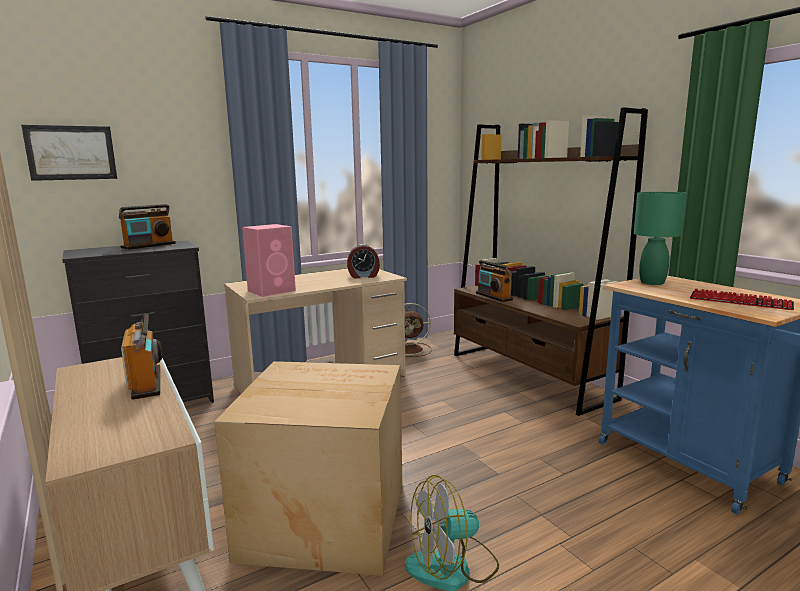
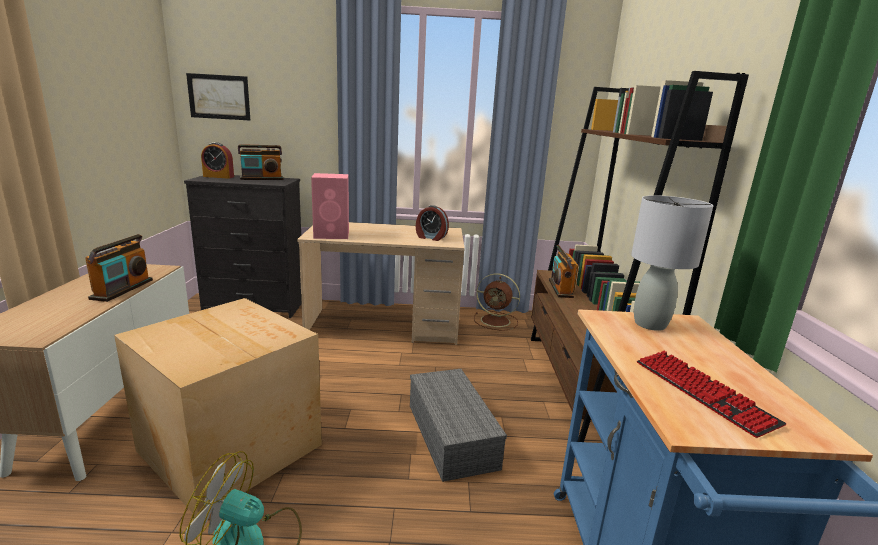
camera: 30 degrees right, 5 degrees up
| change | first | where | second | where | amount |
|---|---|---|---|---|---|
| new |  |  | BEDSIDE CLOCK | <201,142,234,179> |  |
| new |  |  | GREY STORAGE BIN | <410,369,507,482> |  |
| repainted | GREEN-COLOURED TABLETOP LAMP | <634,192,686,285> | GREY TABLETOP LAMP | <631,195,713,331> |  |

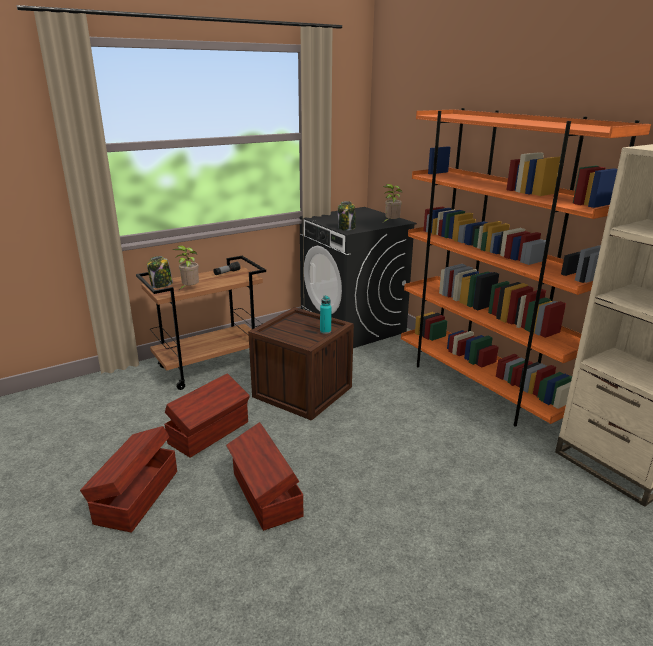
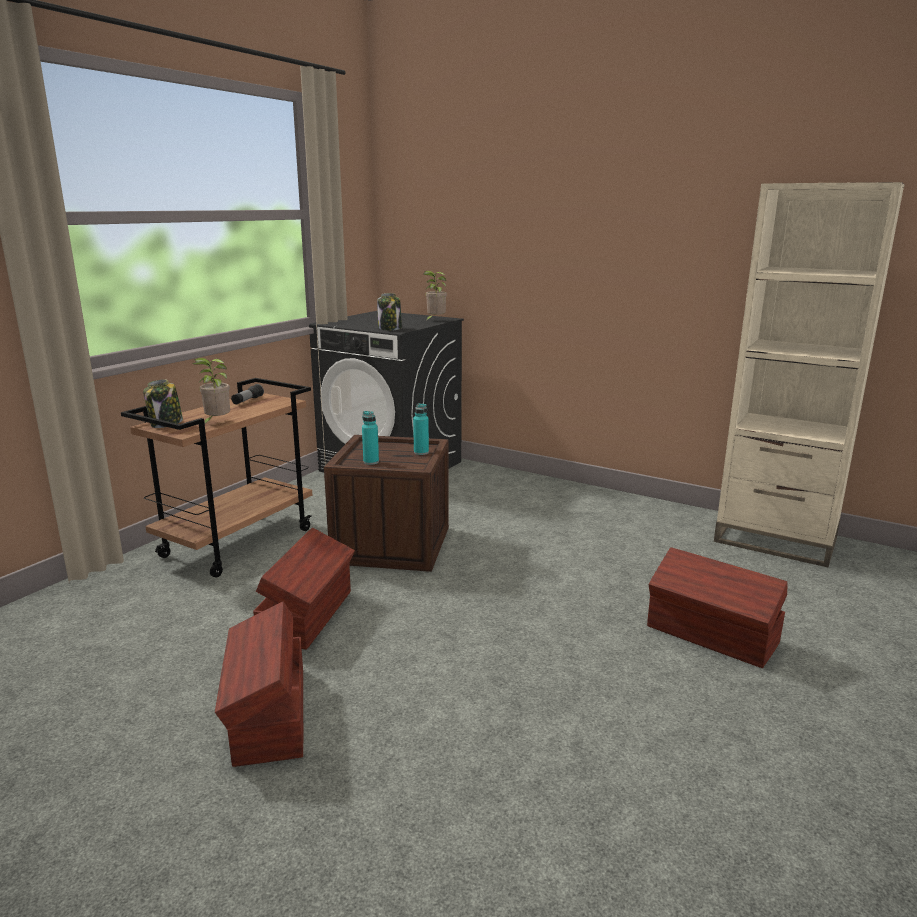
camera: 25 degrees left, 5 degrees down
| change | first | where | second | where | amount |
|---|---|---|---|---|---|
| gone | ORANGE-COLOURED BOOKCASE | <401,108,651,427> |  |  |  |
| new |  |  | TURQUOISE-COLOURED BOTTLE | <362,411,379,465> |  |
| shifted | BROWN-COLOURED STORAGE BIN | <226,422,303,531> |  | <647,547,788,668> |  |

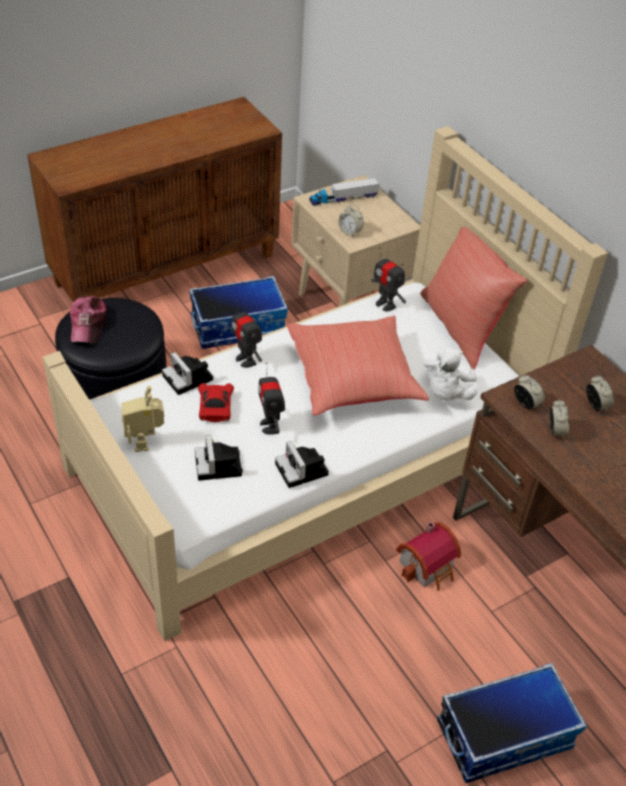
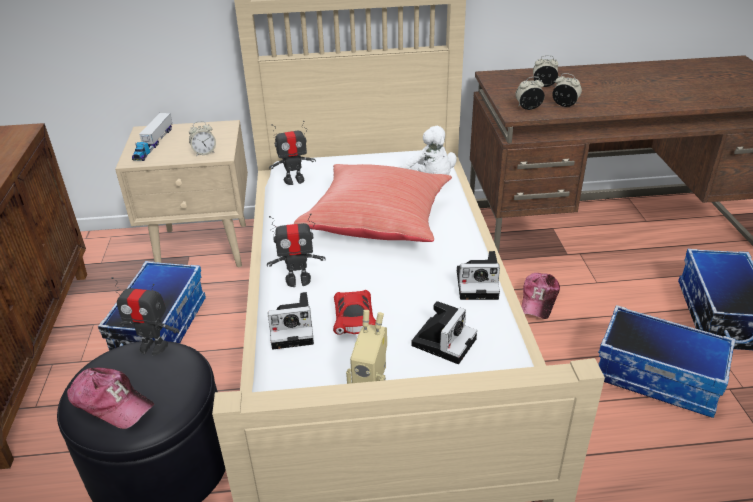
camera: 60 degrees left, 10 degrees down
| change | first | where | second | where | amount |
|---|---|---|---|---|---|
| gone | RED THROW PILLOW | <420,226,527,369> |  |  |  |
| new |  |  | STORAGE BIN | <598,305,736,418> |  |
| shifted | TOY ROBOT | <258,363,285,435> |  | <111,277,180,355> |  |
| swapped | MINIATURE HOUSE | <396,522,461,591> | BASEBALL CAP | <521,273,560,319> |  |
| rotated | PHOTO CAMERA | <195,435,243,481> |  | <411,301,477,364> | 75 degrees counterclockwise |
| rotated | RED MODEL CAR | <198,383,234,422> |  | <333,290,376,335> | 120 degrees counterclockwise |

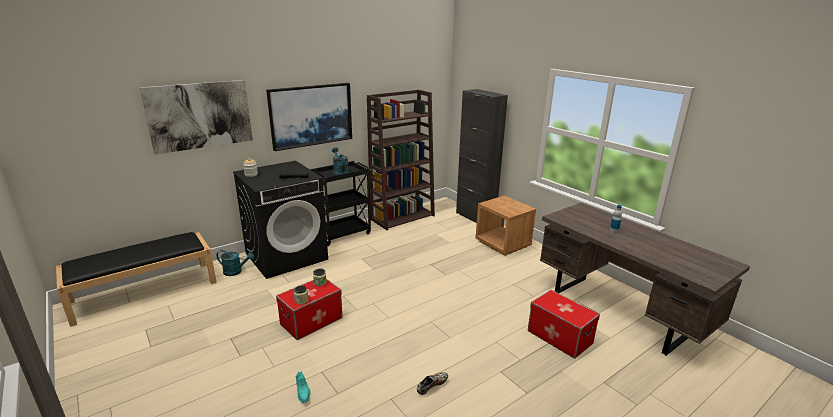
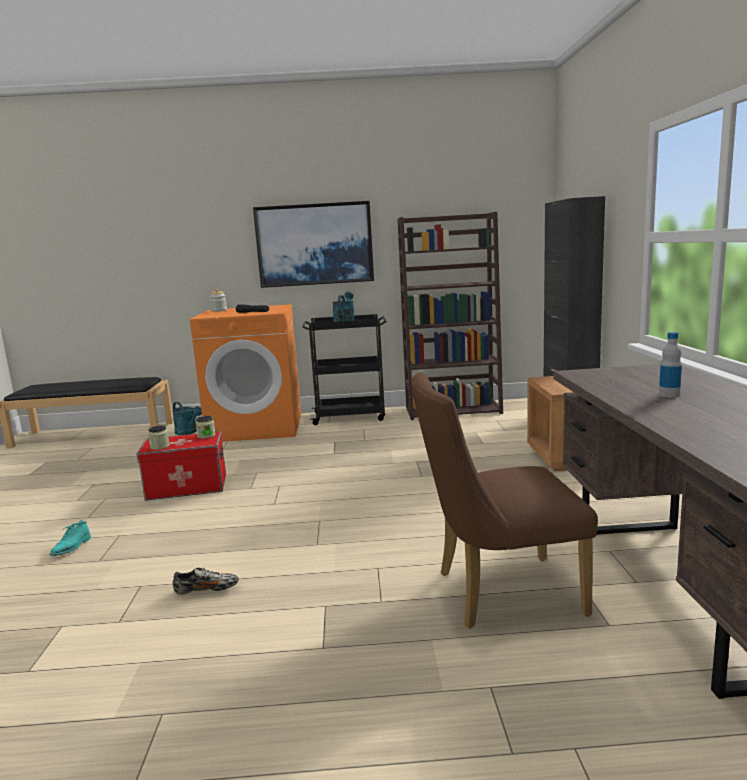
camera: 35 degrees right, 10 degrees down
| change | first | where | second | where | amount |
|---|---|---|---|---|---|
| gone | PICTURE | <140,80,253,154> |  |  |  |
| swapped | STORAGE BIN | <528,290,600,359> | BROWN-COLOURED PLAIN CHAIR | <411,372,598,629> |  |
| repainted | BLACK-COLOURED LAUNDRY MACHINE | <233,161,328,279> | ORANGE-COLOURED LAUNDRY MACHINE | <190,304,301,442> |  |

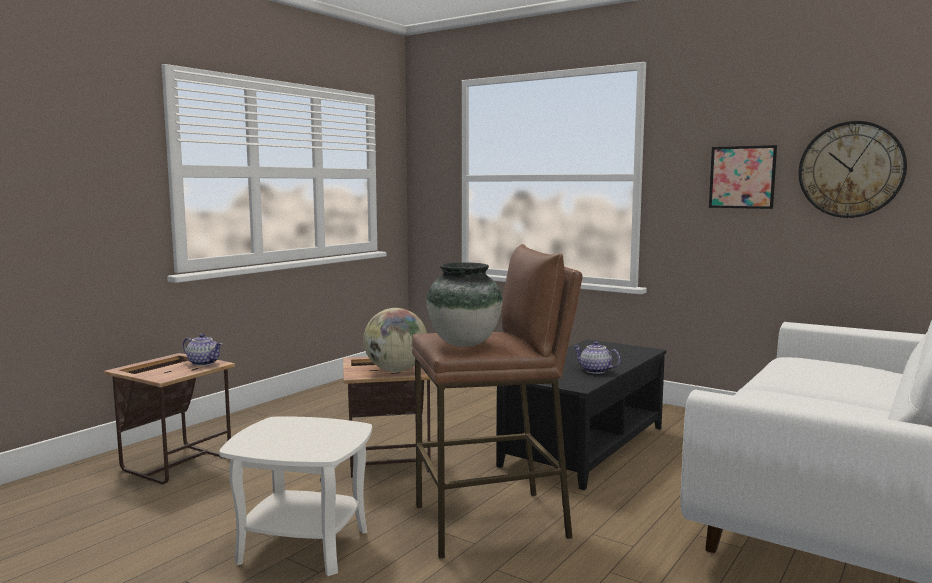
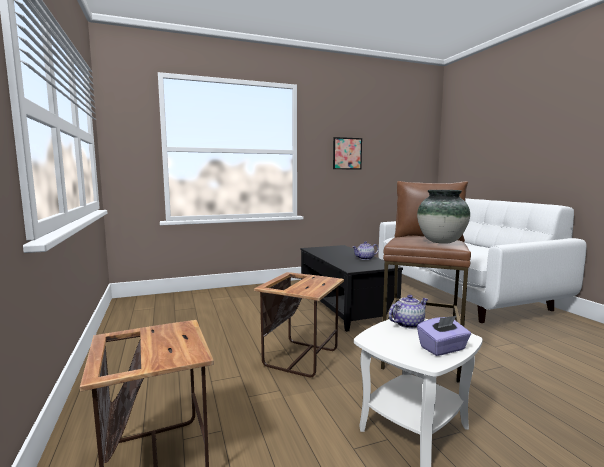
camera: 55 degrees left, 0 degrees up
| change | first | where | second | where | amount |
|---|---|---|---|---|---|
| gone | WORLD GLOBE | <363,308,427,372> |  |  |  |
| gone | CLOCK ON THE WALL | <798,121,907,218> |  |  |  |
| new |  |  | PURPLISH TISSUE HOLDER | <417,315,471,356> |  |
| shifted | TEA POT | <183,334,222,366> |  | <389,295,428,328> |  |

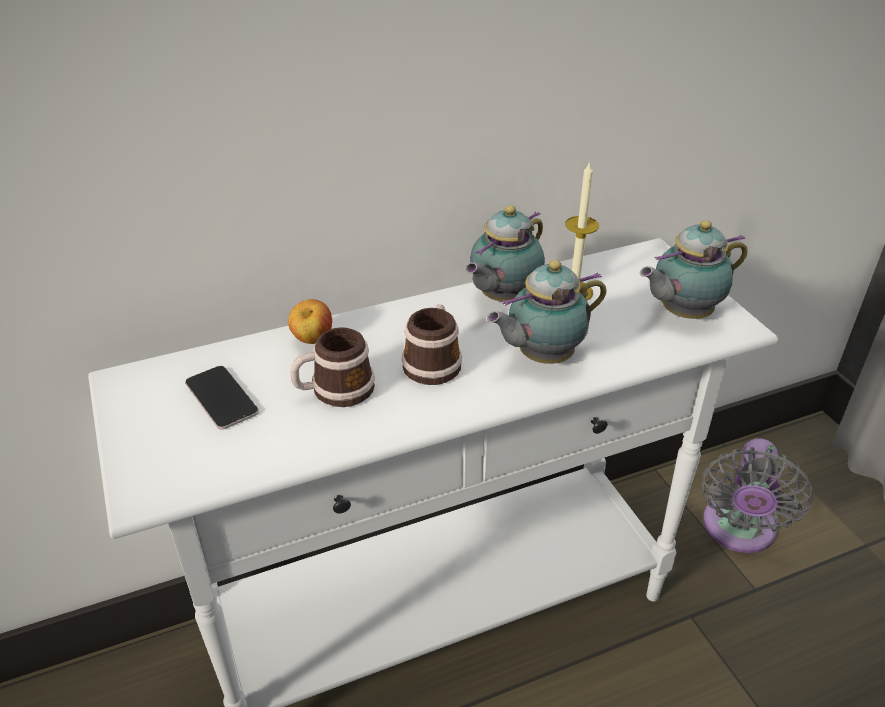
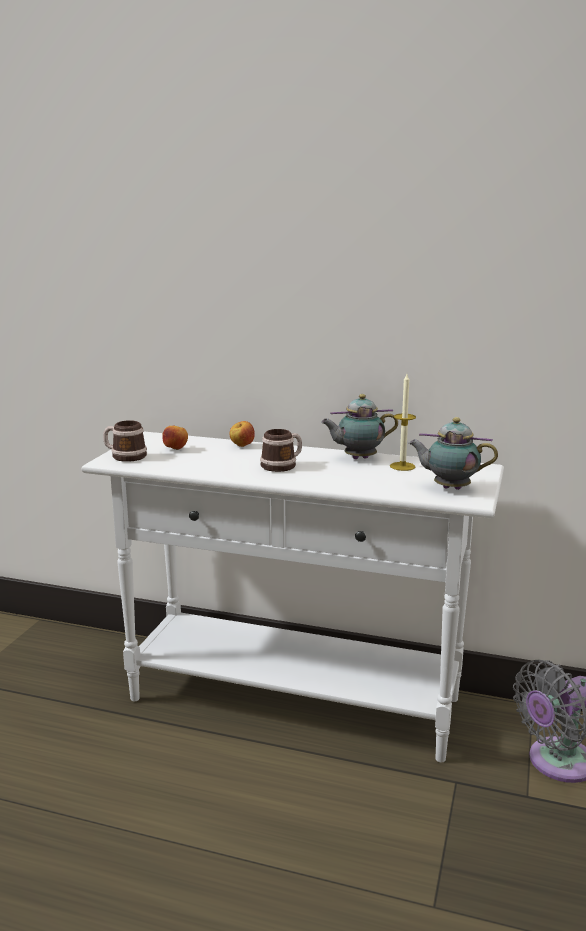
camera: 40 degrees right, 20 degrees down
| change | first | where | second | where | amount |
|---|---|---|---|---|---|
| gone | TEA POT | <487,260,606,364> |  |  |  |
| shifted | COFFEE MUG | <290,327,375,407> |  | <103,420,147,462> |  |
| swapped | PHONE | <185,366,259,430> | WHOLE APPLE | <162,425,188,450> |  |

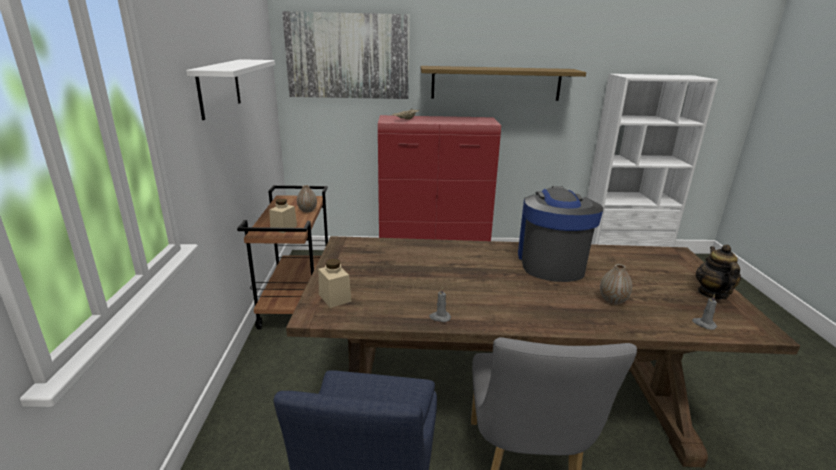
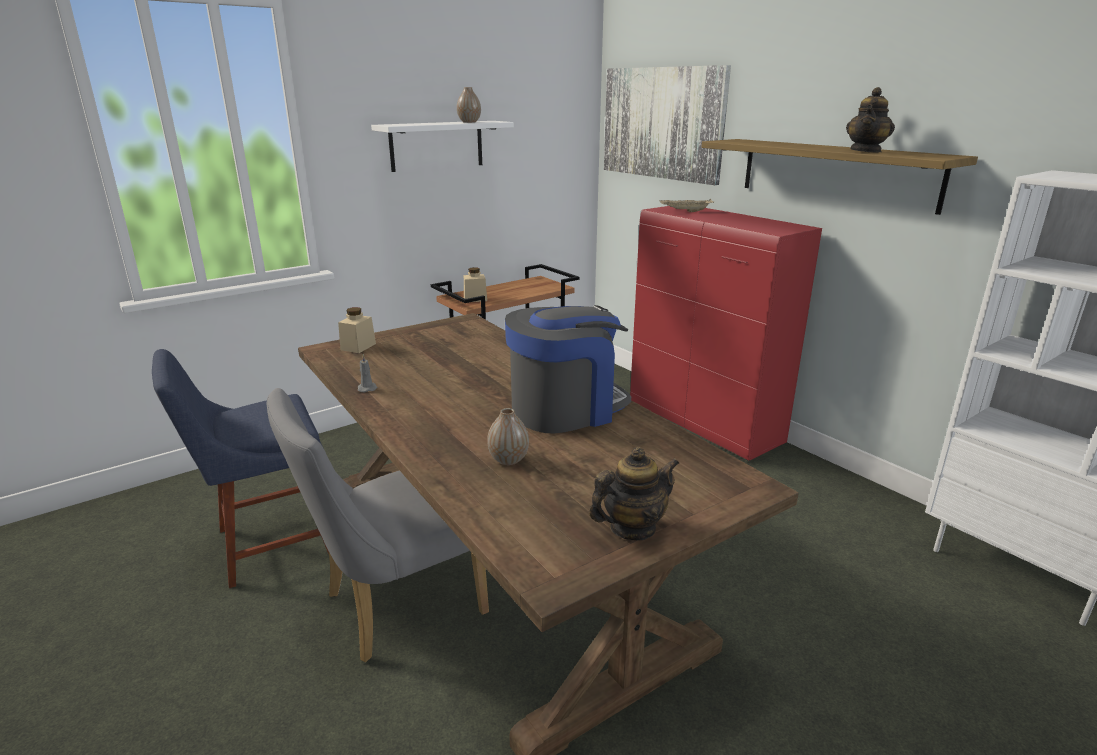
camera: 55 degrees right, 0 degrees up
| change | first | where | second | where | amount |
|---|---|---|---|---|---|
| gone | GREY WAX LIGHT | <692,294,717,330> |  |  |  |
| new |  |  | TEA POT | <846,87,895,153> |  |
| shifted | DECORATIVE VASE | <297,185,317,212> |  | <457,87,481,123> |  |

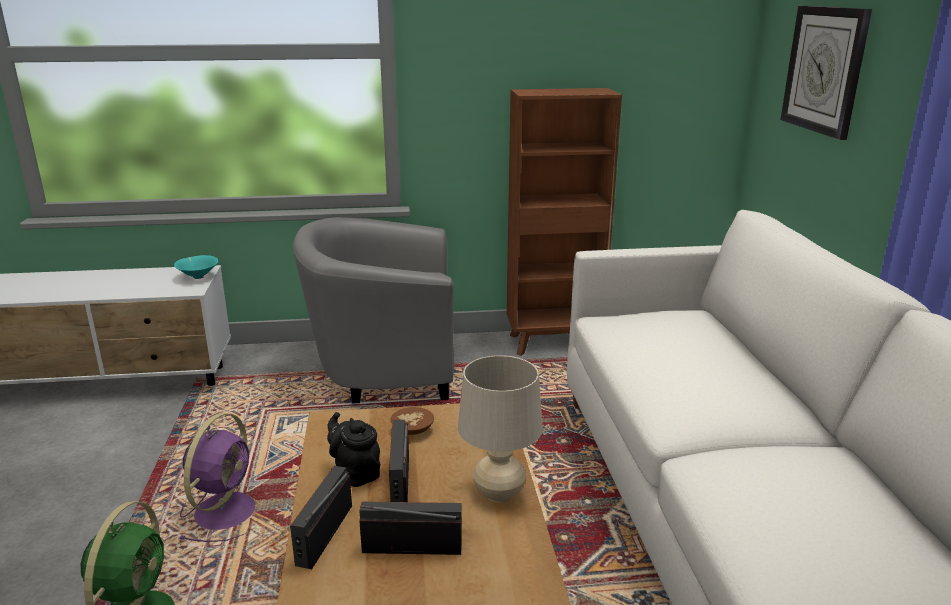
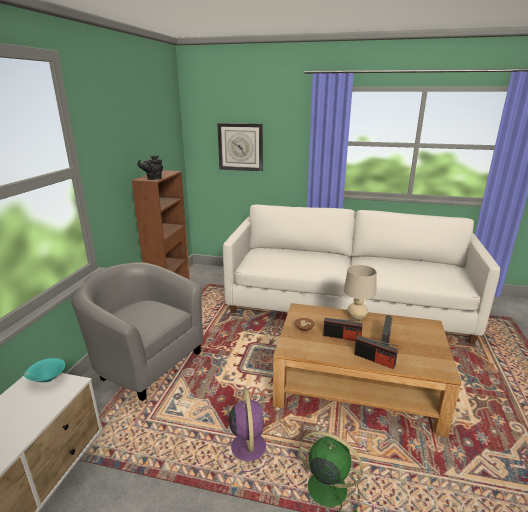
camera: 70 degrees left, 0 degrees up
| change | first | where | second | where | amount |
|---|---|---|---|---|---|
| shifted | BLACK-COLOURED TEA POT | <327,412,380,487> |  | <138,155,163,180> |  |
| rotated | PURPLISH COOLING FAN | <179,413,255,542> |  | <222,389,274,474> | 45 degrees clockwise |
| rotated | GREY ARMCHAIR | <293,217,454,403> |  | <71,262,204,401> | 105 degrees clockwise |

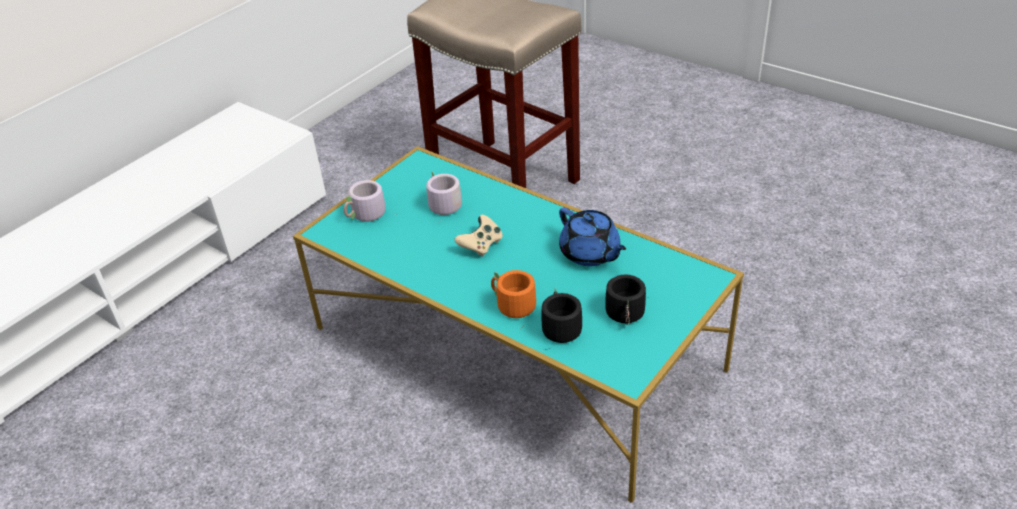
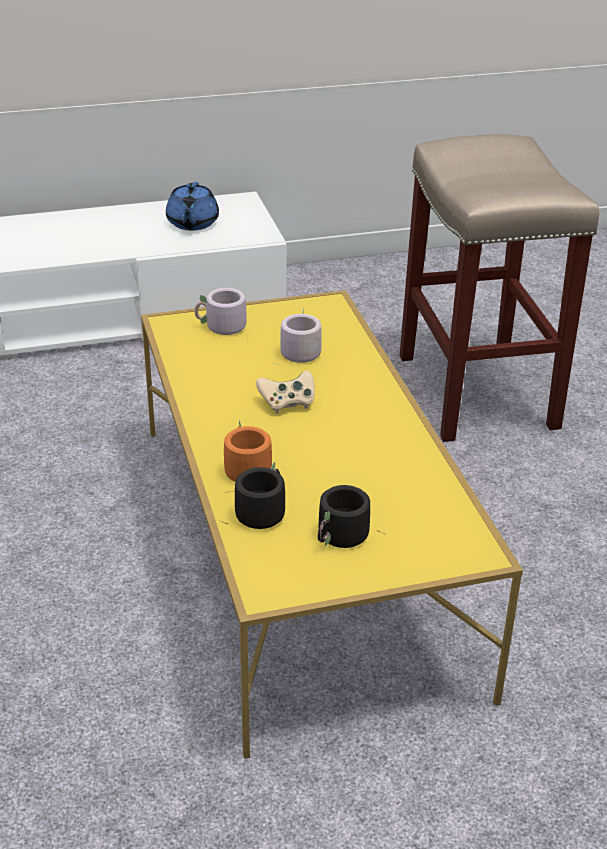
camera: 35 degrees right, 5 degrees down
| change | first | where | second | where | amount |
|---|---|---|---|---|---|
| shifted | BLUE-COLOURED TEA POT | <559,207,626,266> |  | <166,182,219,230> |  |
| repainted | TURQUOISE-COLOURED LOUNGE TABLE | <293,146,744,503> | YELLOW LOUNGE TABLE | <141,290,523,759> |  |

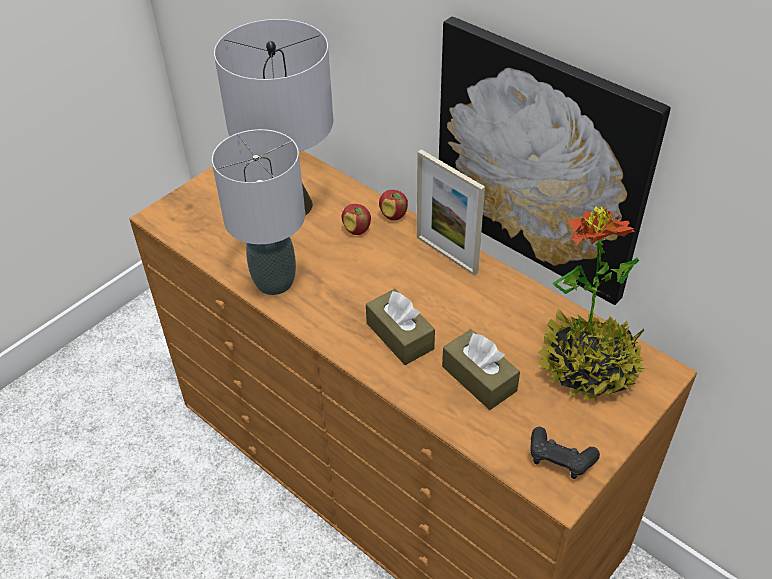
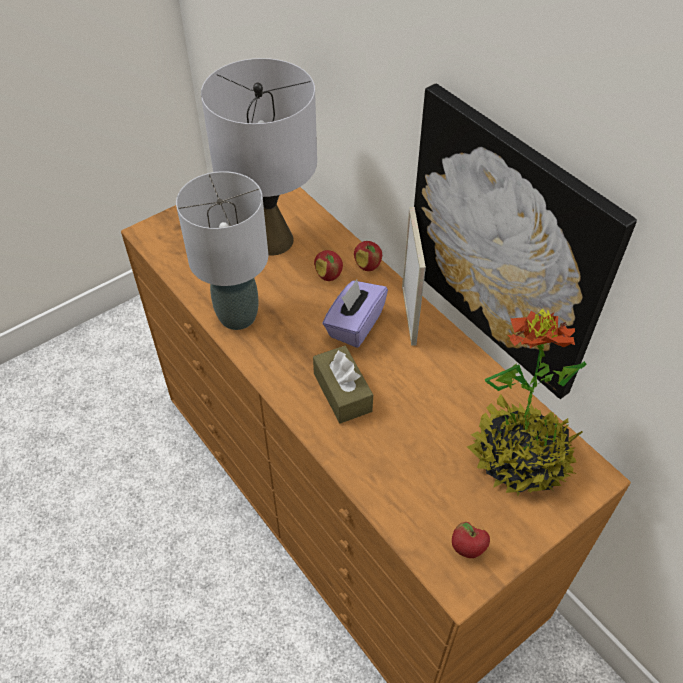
camera: 10 degrees right, 5 degrees up
| change | first | where | second | where | amount |
|---|---|---|---|---|---|
| gone | BROWN-COLOURED TISSUE HOLDER | <442,329,520,410> |  |  |  |
| new |  |  | PURPLISH TISSUE HOLDER | <323,280,388,348> |  |
| swapped | BLACK-COLOURED GAME CONTROLLER | <530,427,600,479> | WHOLE APPLE | <452,522,490,558> |  |
| rotated | STANDING FRAME | <417,149,485,276> |  | <402,207,426,346> | 150 degrees counterclockwise |

